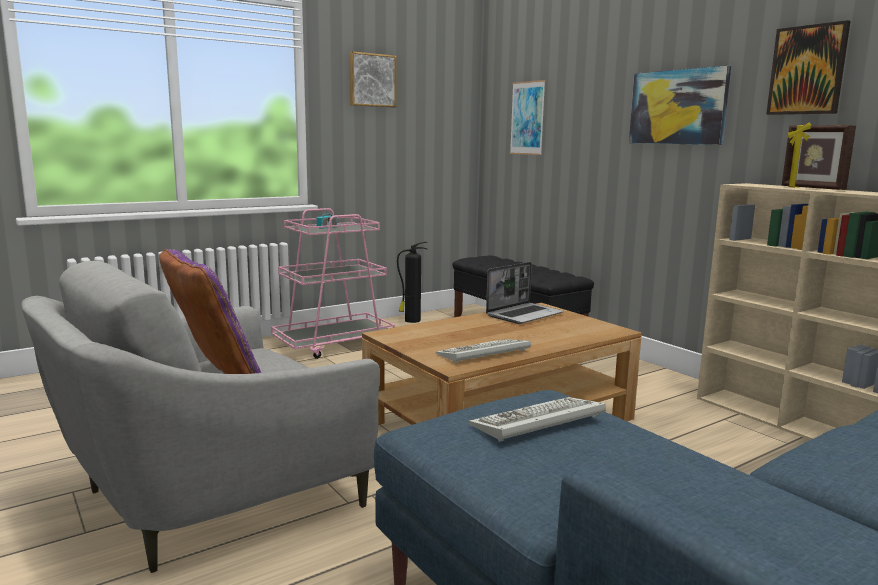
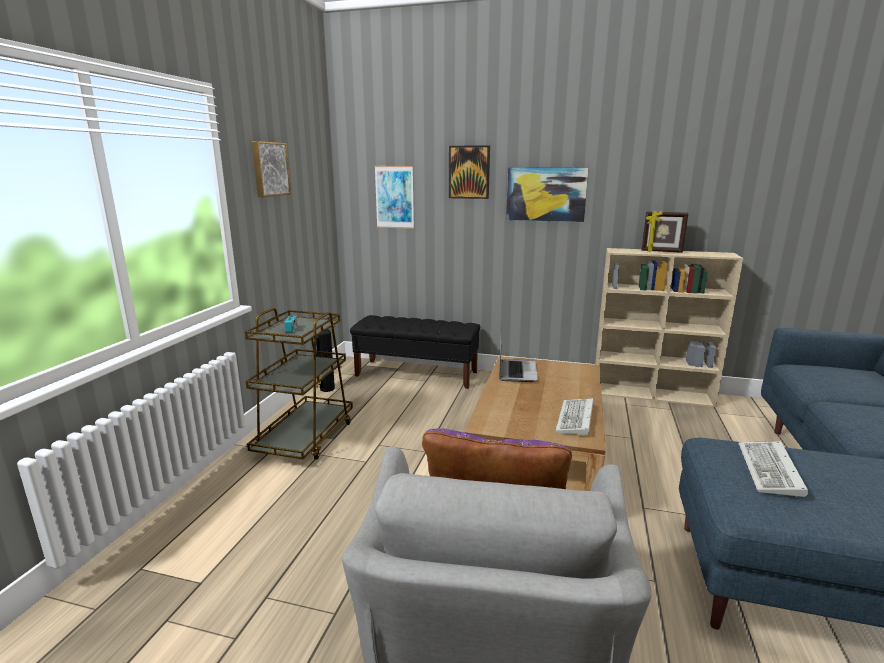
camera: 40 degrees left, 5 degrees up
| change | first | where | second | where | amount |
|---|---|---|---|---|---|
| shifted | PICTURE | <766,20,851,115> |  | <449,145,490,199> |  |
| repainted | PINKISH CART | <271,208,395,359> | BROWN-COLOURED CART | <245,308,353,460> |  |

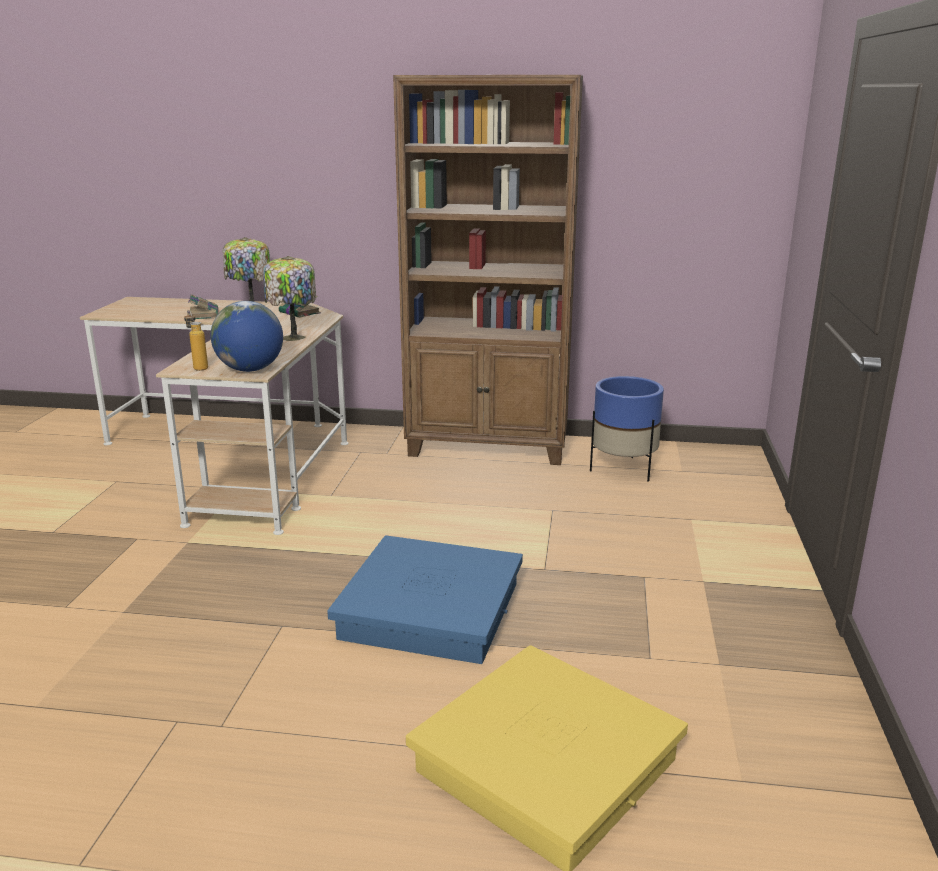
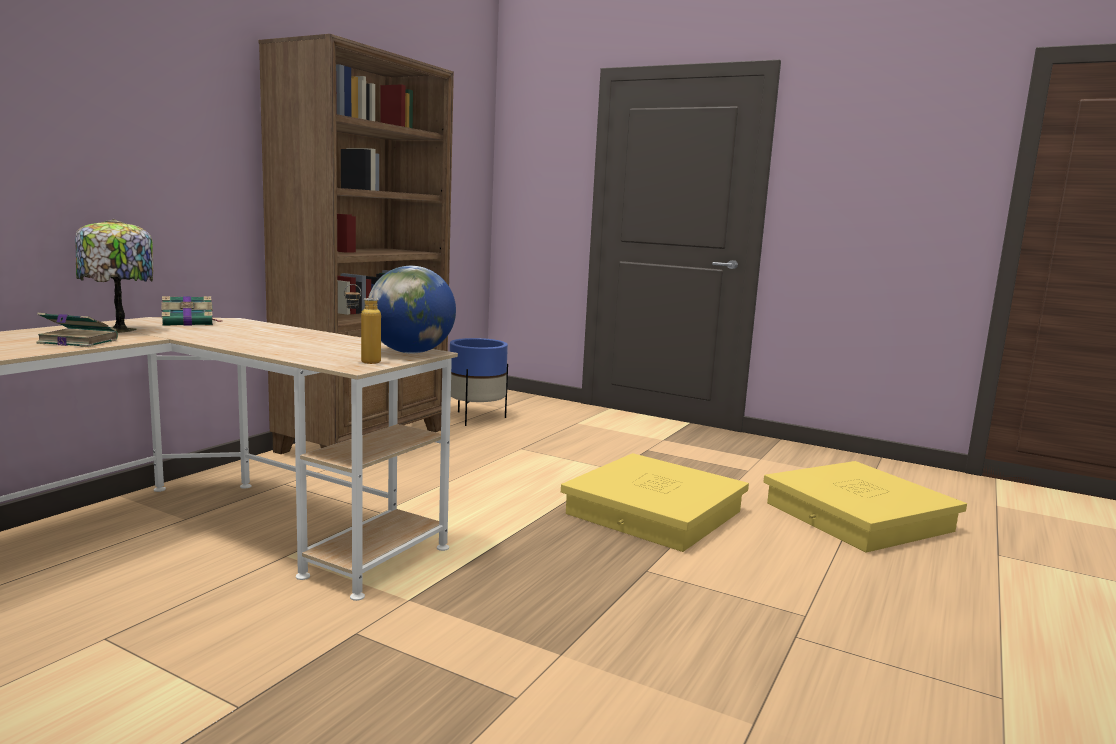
camera: 70 degrees left, 10 degrees down
| change | first | where | second | where | amount |
|---|---|---|---|---|---|
| gone | TABLETOP LAMP | <263,256,316,341> |  |  |  |
| repainted | BLUE-COLOURED STORAGE BIN | <327,535,523,664> | YELLOW STORAGE BIN | <561,453,749,552> |  |

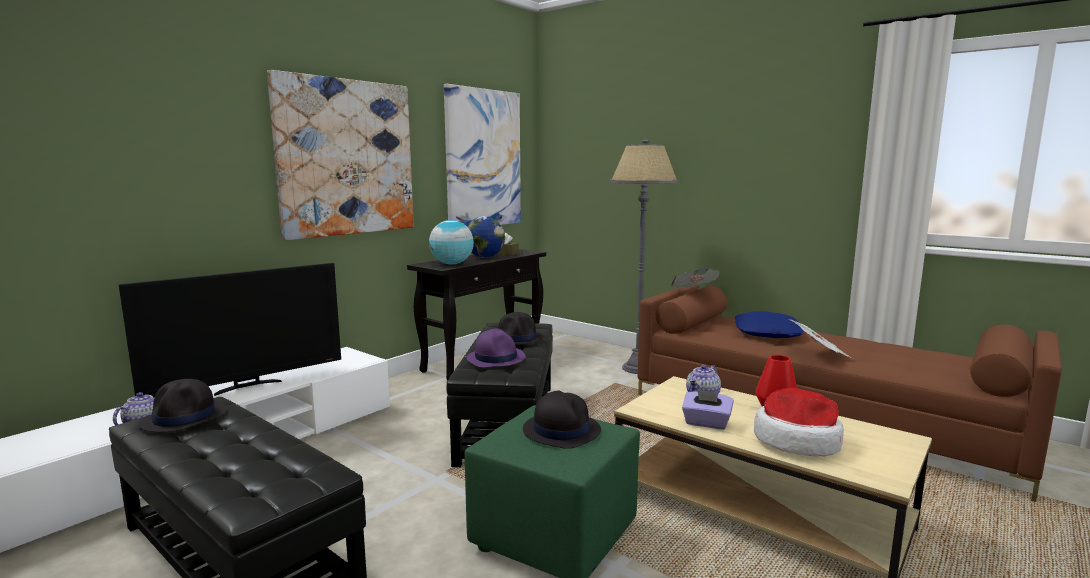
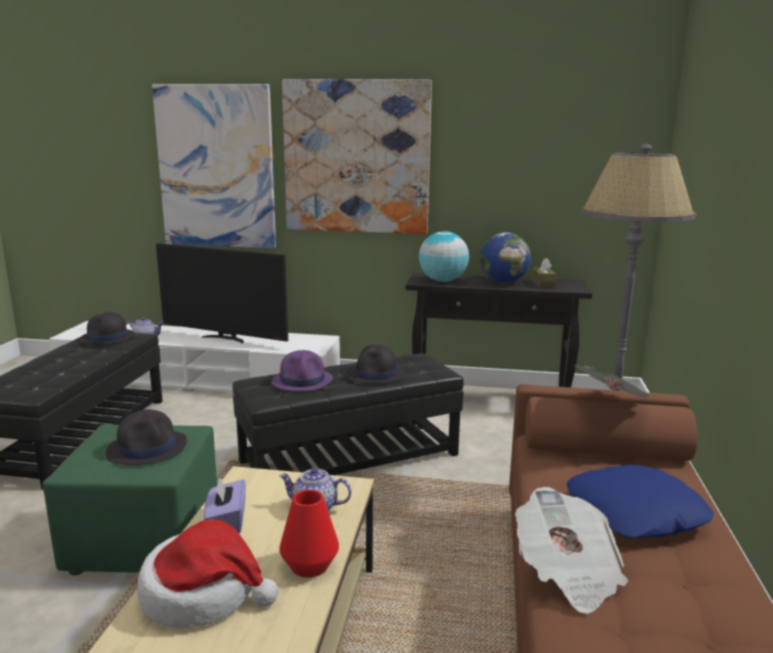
camera: 60 degrees right, 5 degrees up
| change | first | where | second | where | amount |
|---|---|---|---|---|---|
| shifted | PICTURE | <444,84,521,226> |  | <152,84,276,248> |  |

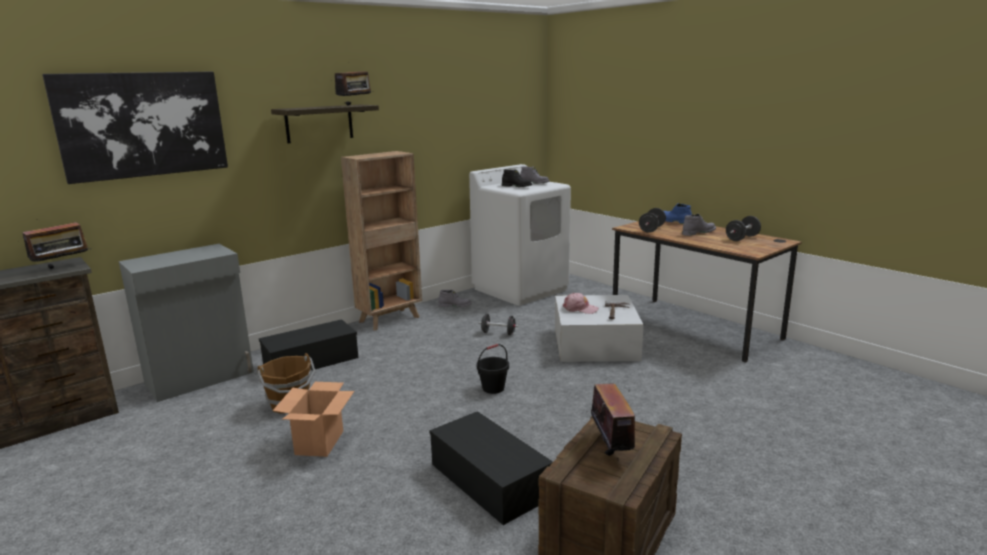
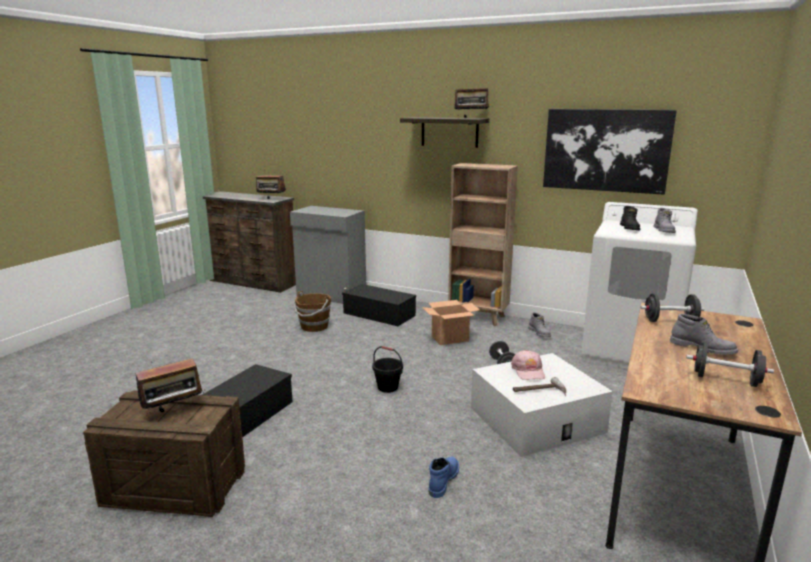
camera: 65 degrees right, 0 degrees up
| change | first | where | second | where | amount |
|---|---|---|---|---|---|
| shifted | PICTURE | <42,71,228,184> |  | <543,109,677,195> |  |
| shifted | CARTON | <273,382,354,457> |  | <422,300,480,345> |  |
| shifted | BLUE-COLOURED TALL BOOT | <664,203,692,224> |  | <429,457,459,498> |  |

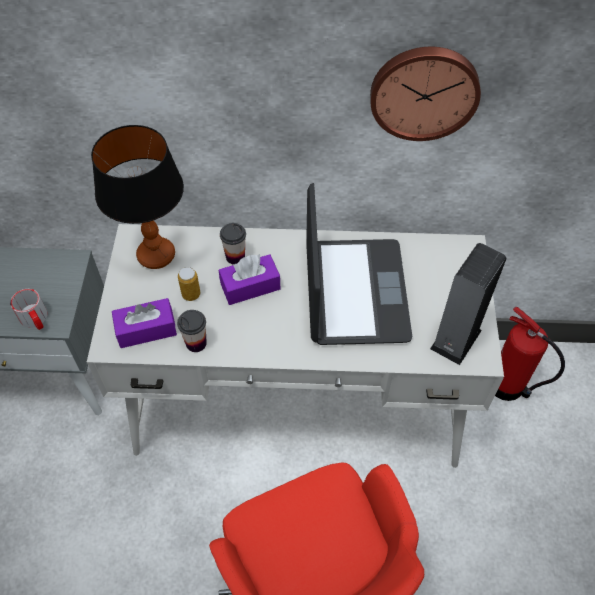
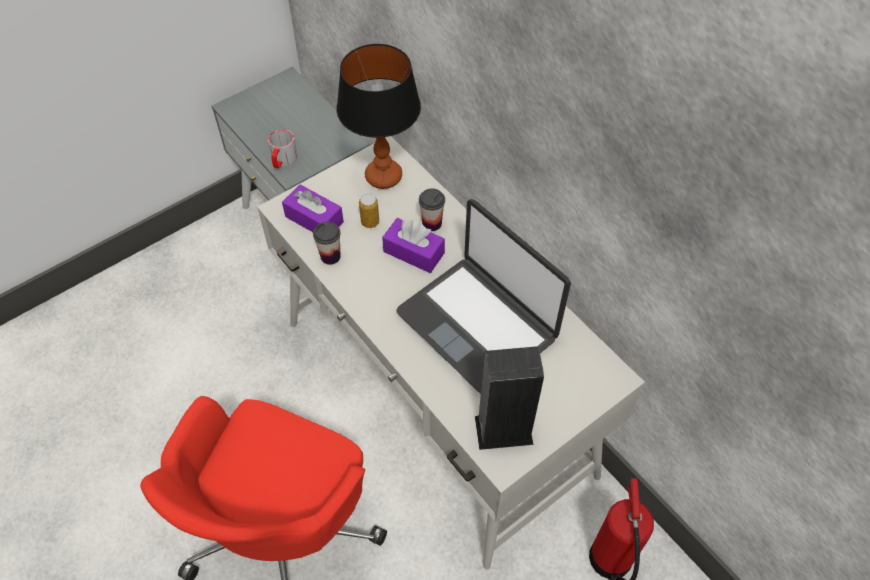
camera: 50 degrees right, 0 degrees up
| change | first | where | second | where | amount |
|---|---|---|---|---|---|
| gone | CLOCK ON THE WALL | <370,47,481,141> |  |  |  |
| rotated | LAPTOP | <306,183,412,345> |  | <397,199,571,394> | 90 degrees clockwise |

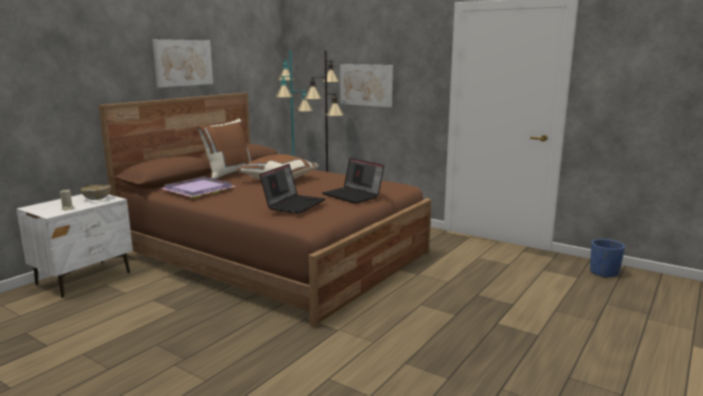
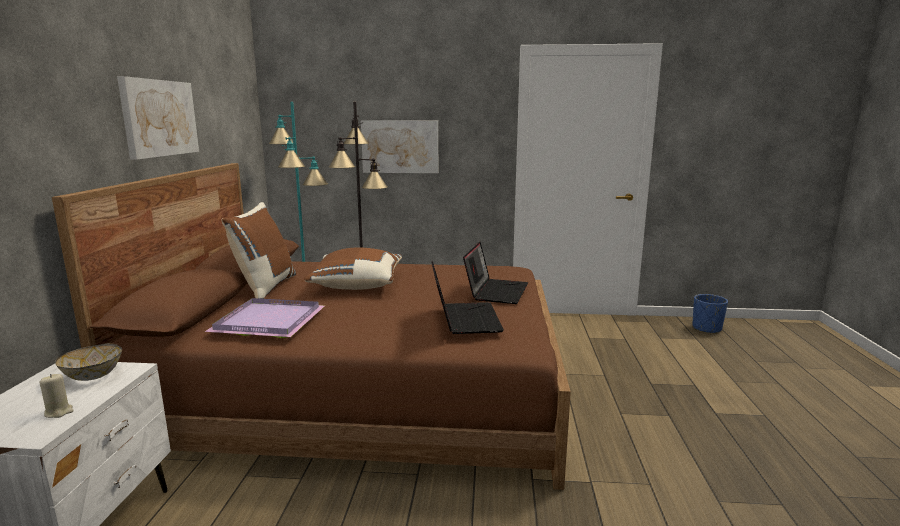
camera: 30 degrees left, 0 degrees up
| change | first | where | second | where | amount |
|---|---|---|---|---|---|
| rotated | LAPTOP | <322,158,384,203> |  | <463,242,528,304> | 90 degrees counterclockwise |

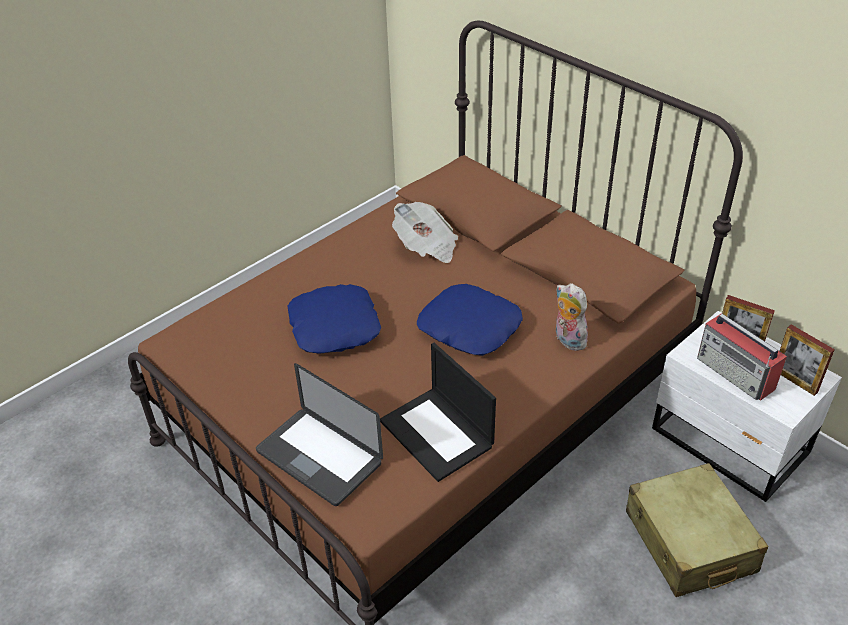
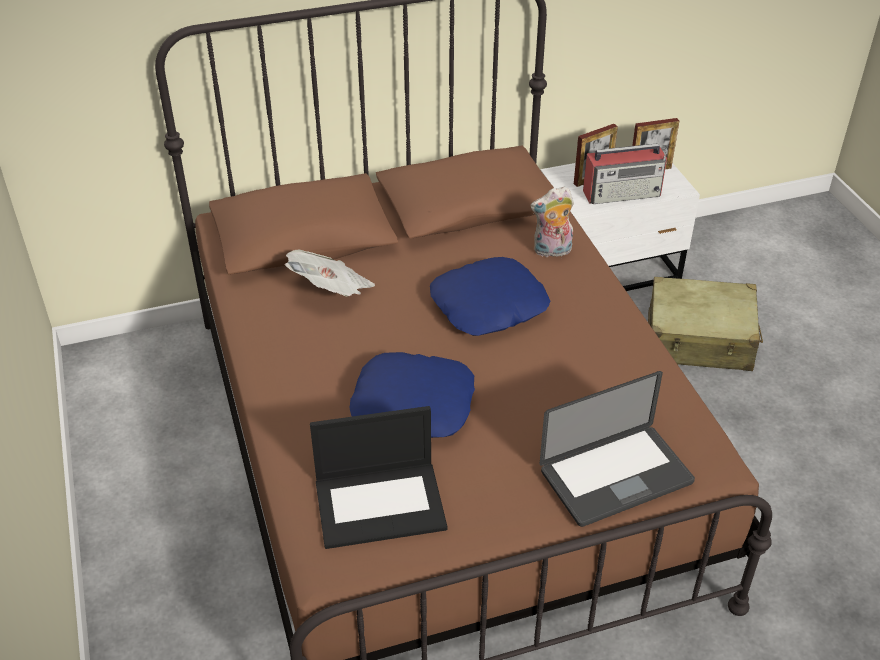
camera: 65 degrees left, 0 degrees up
| change | first | where | second | where | amount |
|---|---|---|---|---|---|
| shifted | LAPTOP | <380,343,496,482> |  | <310,406,448,549> |  |

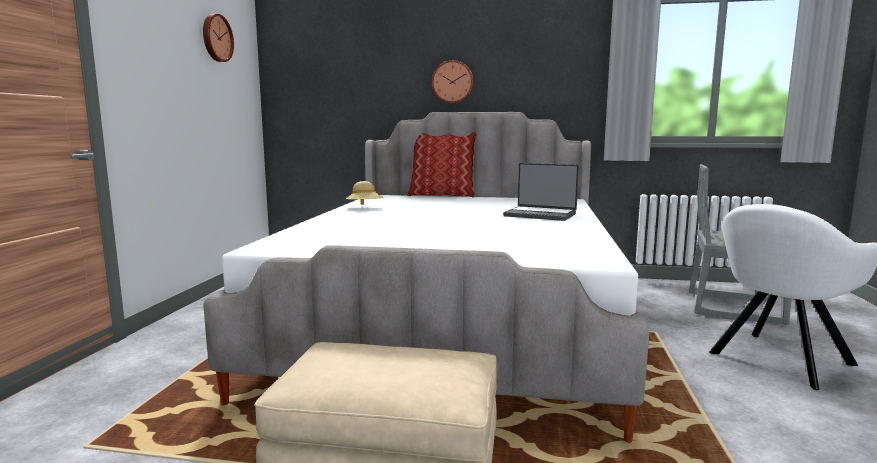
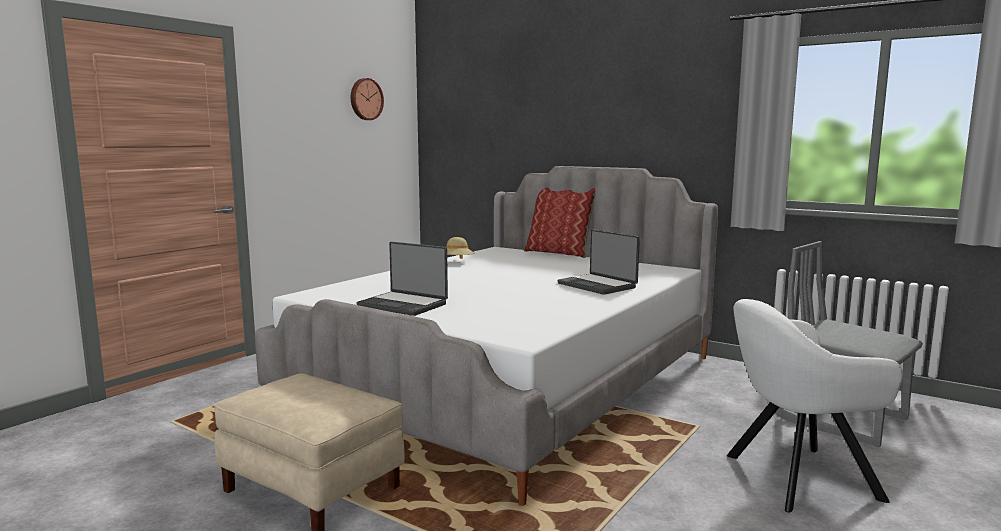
camera: 25 degrees right, 0 degrees up
| change | first | where | second | where | amount |
|---|---|---|---|---|---|
| gone | CLOCK ON THE WALL | <432,60,474,104> |  |  |  |
| new |  |  | LAPTOP | <357,242,448,316> |  |

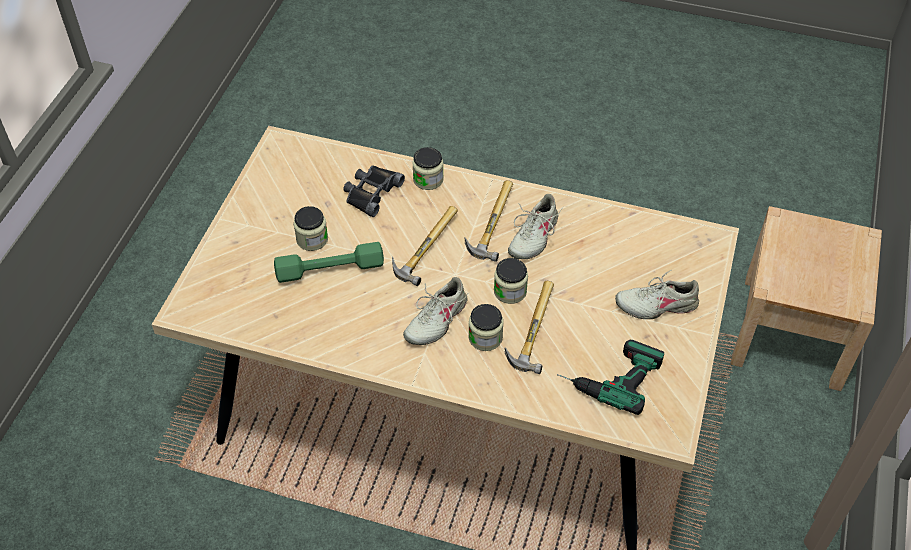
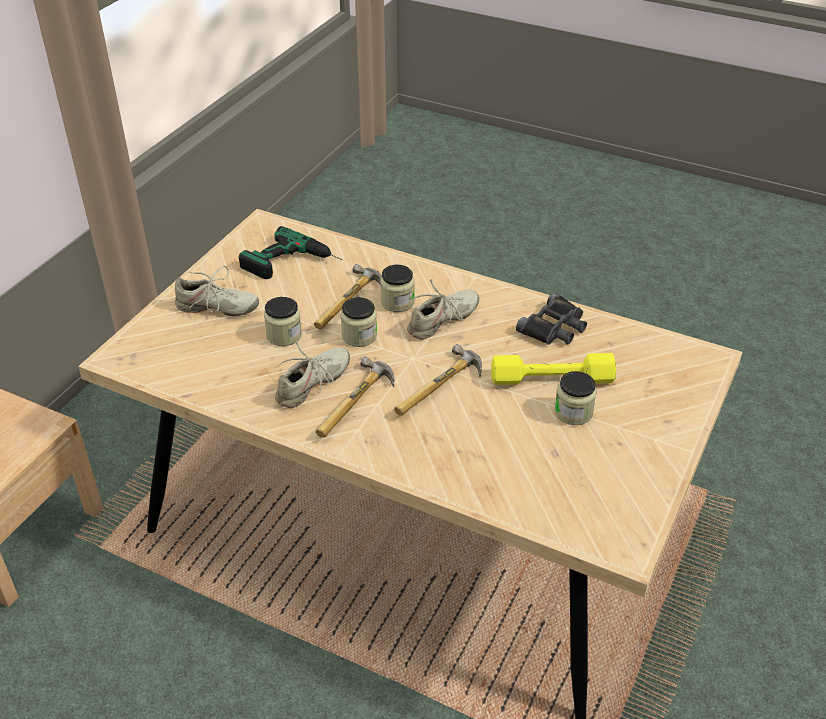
camera: 170 degrees left, 10 degrees down
| change | first | where | second | where | amount |
|---|---|---|---|---|---|
| shifted | BLACK-COLOURED BINOCULARS | <343,165,405,217> |  | <516,292,587,345> |  |
| shifted | JAR | <412,147,444,190> |  | <264,297,302,346> |  |
| repainted | GREEN-COLOURED HAND WEIGHT | <274,242,384,283> | YELLOW HAND WEIGHT | <491,353,616,385> |  |

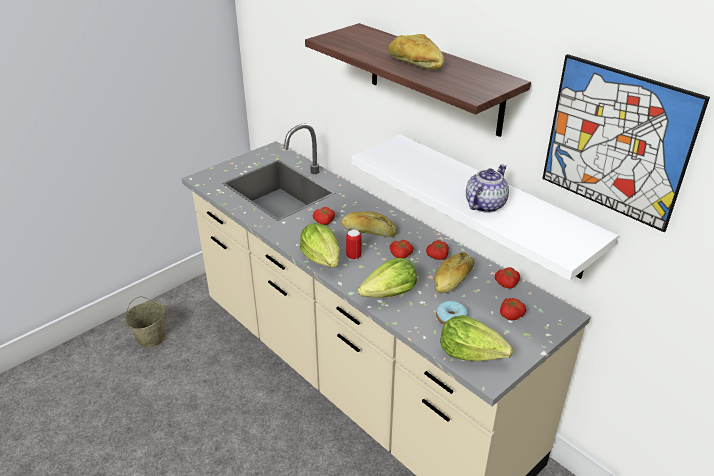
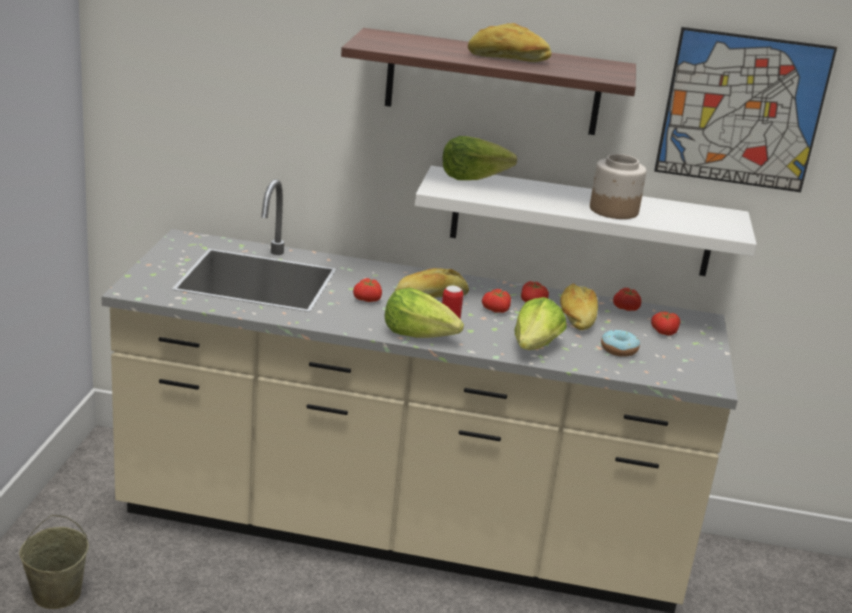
camera: 40 degrees left, 10 degrees down
| change | first | where | second | where | amount |
|---|---|---|---|---|---|
| shifted | LETTUCE | <440,315,513,361> |  | <443,136,517,180> |  |
| swapped | TEA POT | <466,165,509,213> | JAR | <590,154,647,219> |  |

